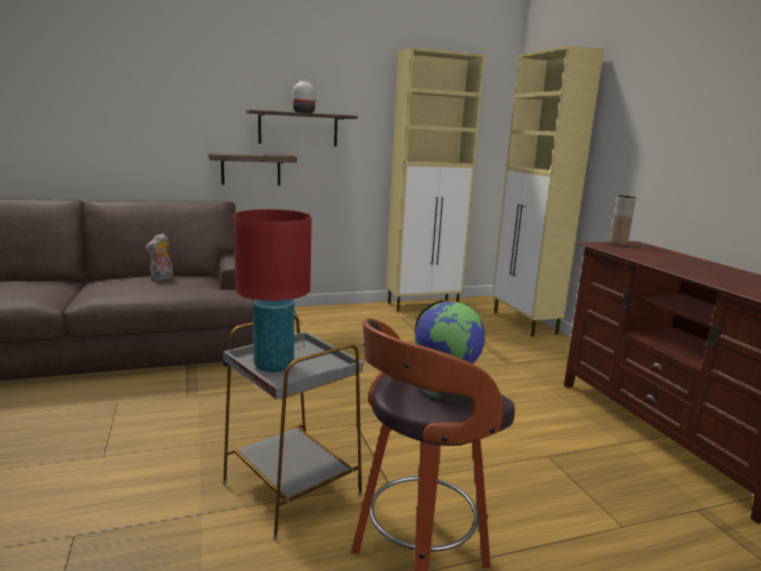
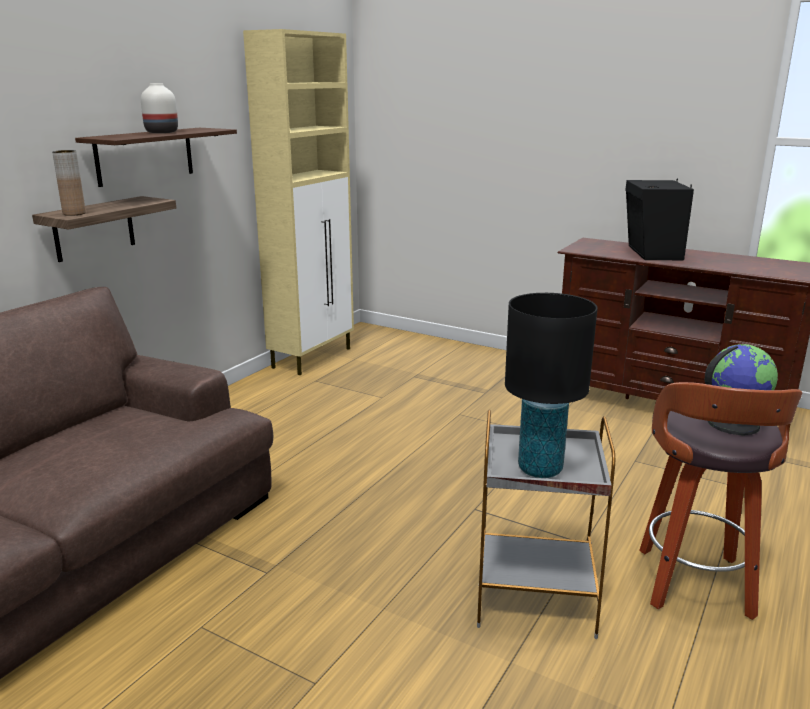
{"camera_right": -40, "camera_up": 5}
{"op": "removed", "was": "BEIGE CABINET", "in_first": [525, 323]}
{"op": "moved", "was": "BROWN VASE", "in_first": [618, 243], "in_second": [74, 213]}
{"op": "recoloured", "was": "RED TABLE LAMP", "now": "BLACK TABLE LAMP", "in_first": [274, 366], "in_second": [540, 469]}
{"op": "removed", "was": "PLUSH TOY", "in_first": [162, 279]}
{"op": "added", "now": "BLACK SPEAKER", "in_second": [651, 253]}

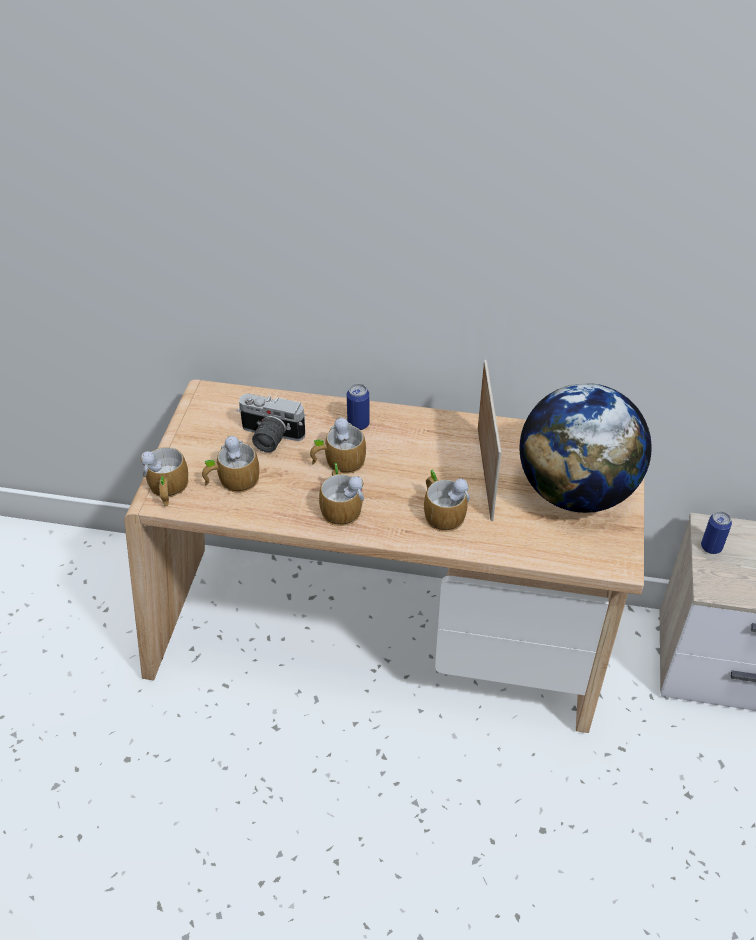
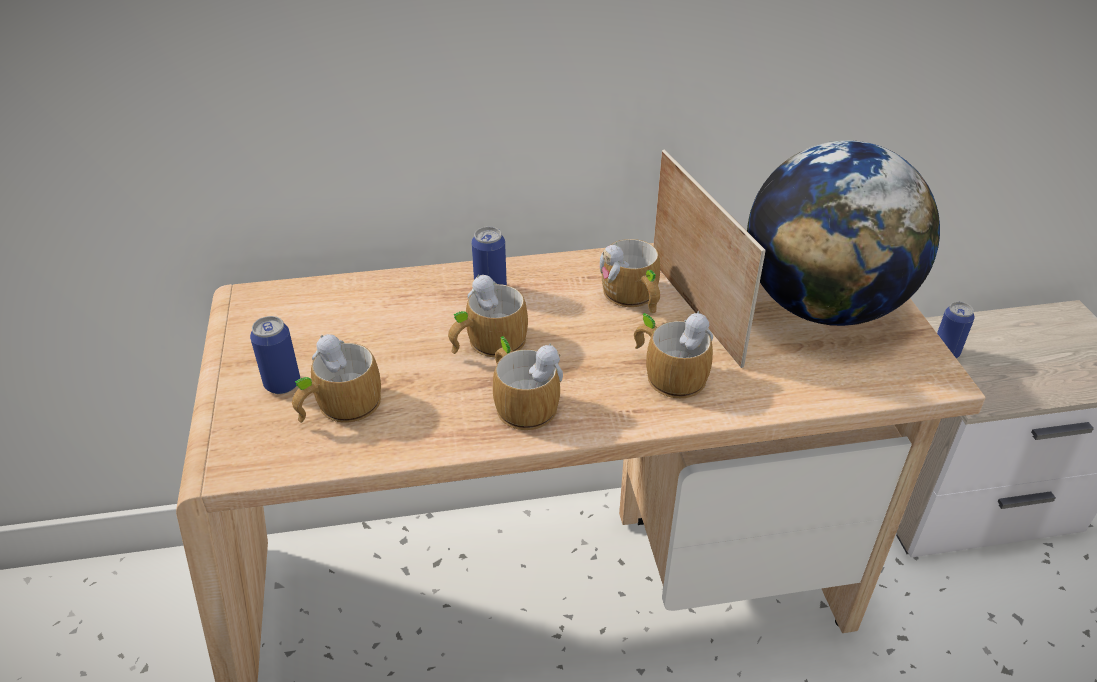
{"camera_right": -20, "camera_up": -5}
{"op": "removed", "was": "PHOTO CAMERA", "in_first": [269, 438]}
{"op": "moved", "was": "MUG", "in_first": [167, 489], "in_second": [633, 298]}
{"op": "added", "now": "CAN", "in_second": [282, 384]}

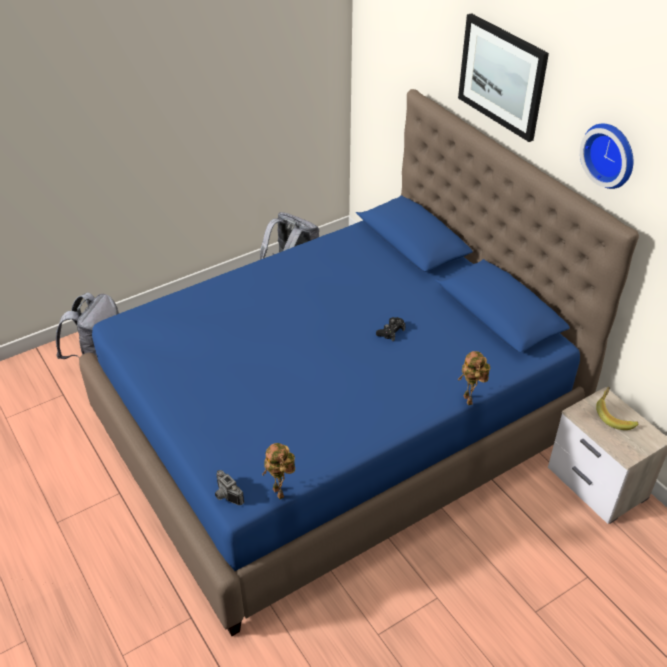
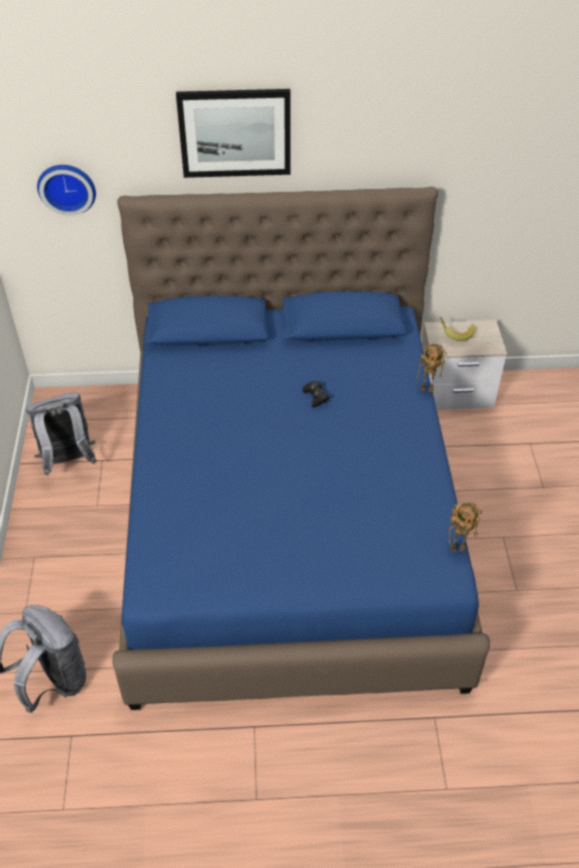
{"camera_right": -60, "camera_up": 5}
{"op": "moved", "was": "WALL CLOCK", "in_first": [611, 154], "in_second": [67, 187]}
{"op": "removed", "was": "PHOTO CAMERA", "in_first": [226, 496]}

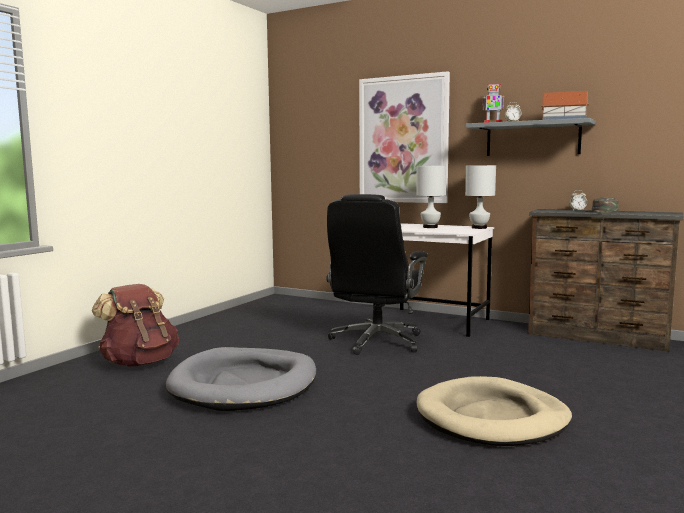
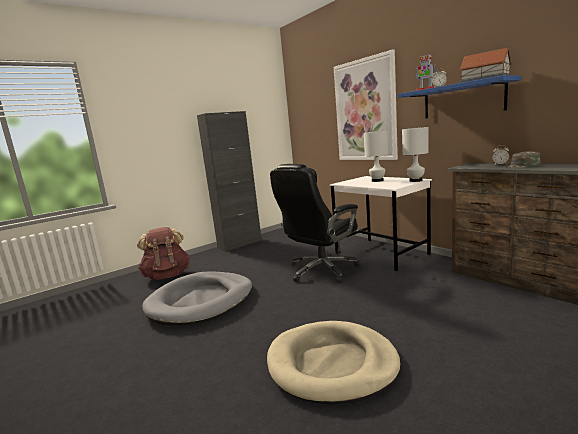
{"camera_right": 25, "camera_up": 5}
{"op": "recoloured", "was": "GREY SHELF", "now": "BLUE SHELF", "in_first": [532, 139], "in_second": [463, 100]}
{"op": "added", "now": "BLACK CABINET", "in_second": [240, 244]}

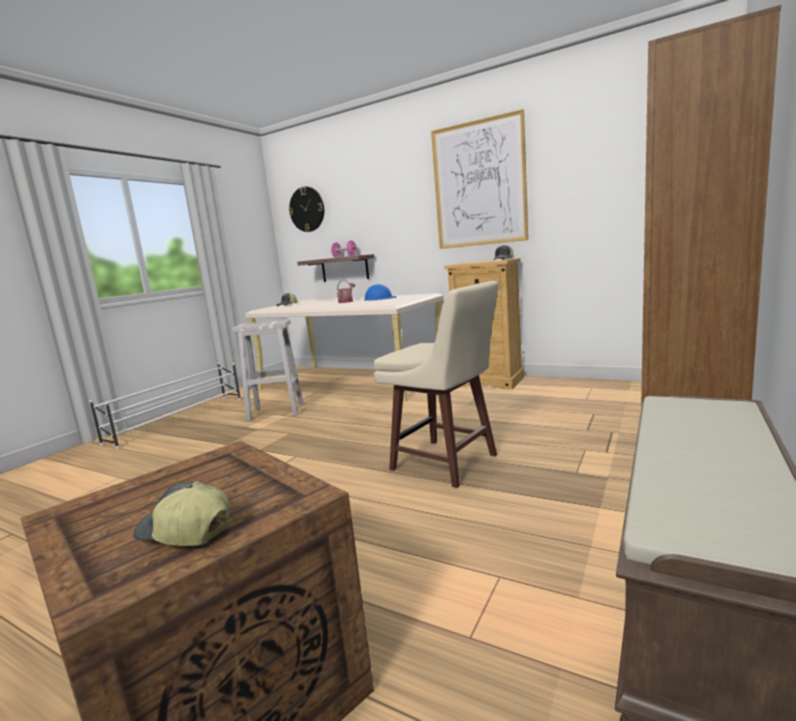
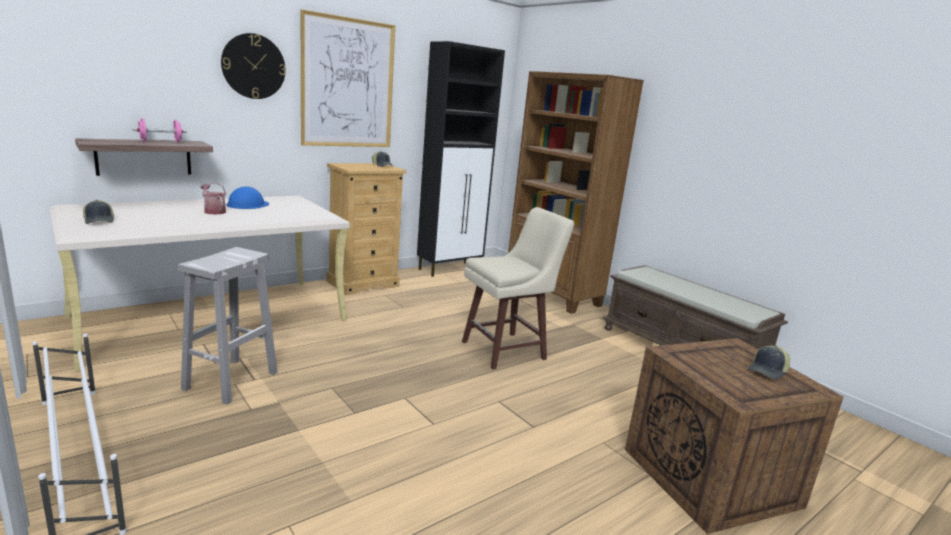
{"camera_right": -70, "camera_up": 5}
{"op": "moved", "was": "WALL CLOCK", "in_first": [307, 209], "in_second": [253, 66]}
{"op": "added", "now": "BLACK CABINET", "in_second": [450, 269]}

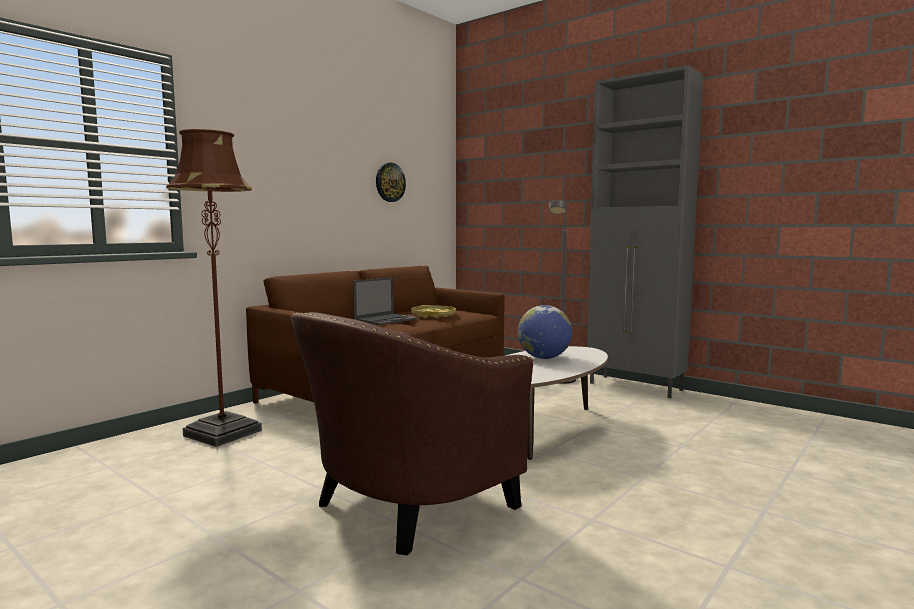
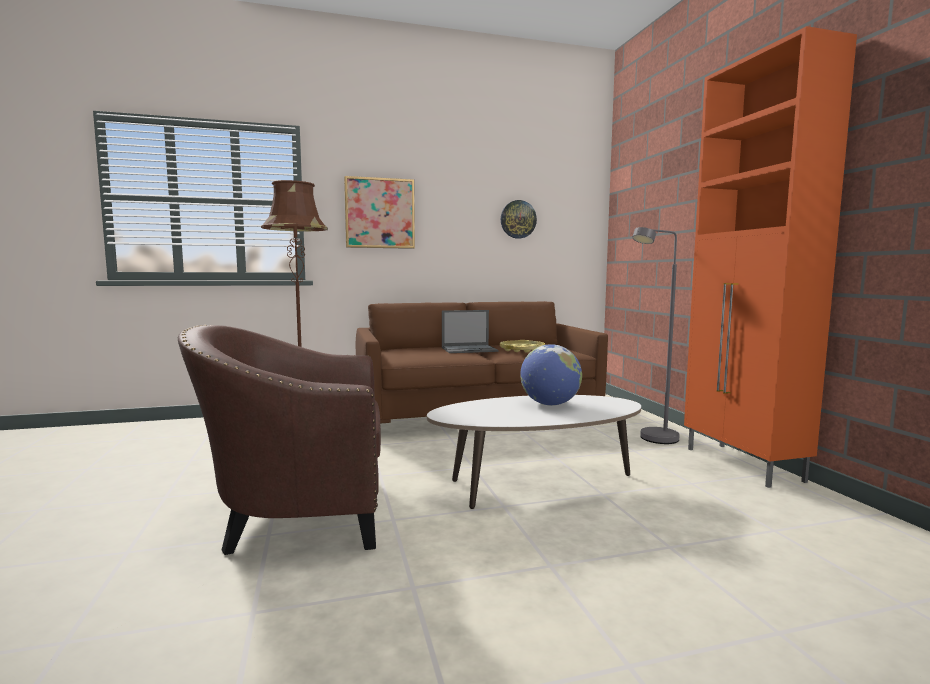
{"camera_right": 35, "camera_up": 0}
{"op": "recoloured", "was": "GREY CABINET", "now": "ORANGE CABINET", "in_first": [636, 387], "in_second": [743, 465]}
{"op": "added", "now": "PICTURE", "in_second": [379, 213]}

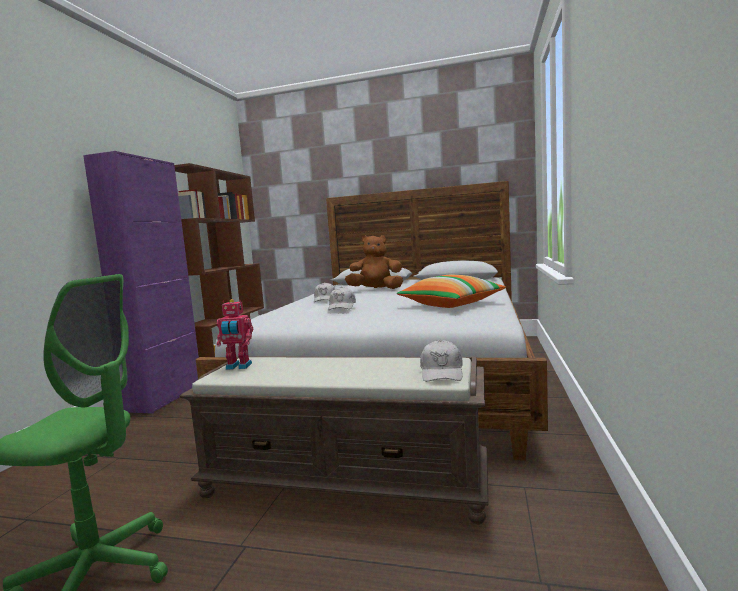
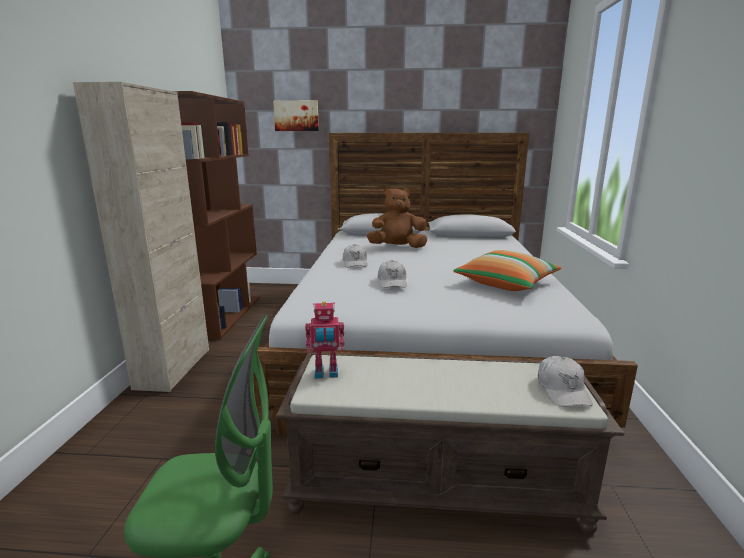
{"camera_right": -10, "camera_up": 10}
{"op": "recoloured", "was": "PURPLE CABINET", "now": "BEIGE CABINET", "in_first": [165, 397], "in_second": [173, 368]}
{"op": "added", "now": "PICTURE", "in_second": [296, 116]}

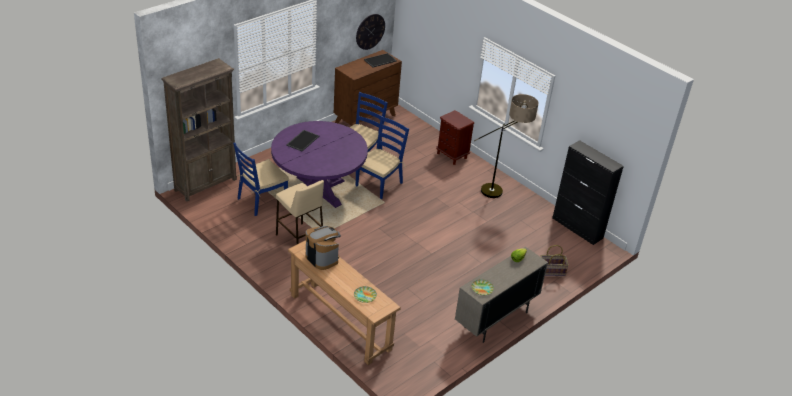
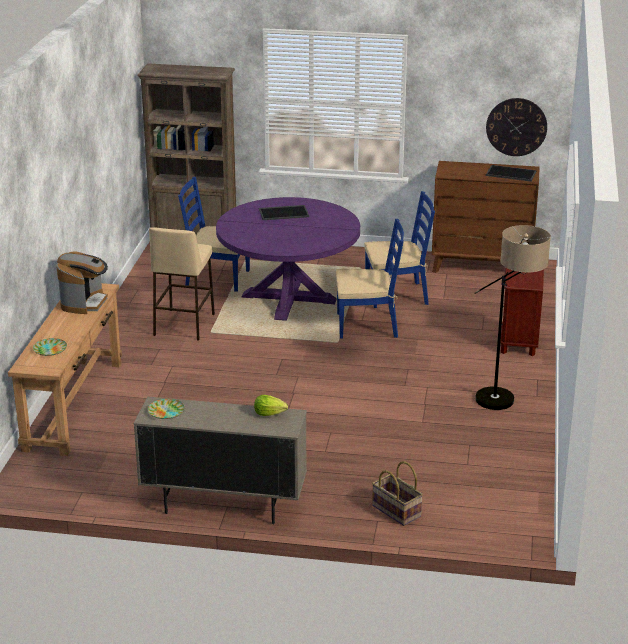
{"camera_right": 55, "camera_up": -10}
{"op": "removed", "was": "BLACK CABINET", "in_first": [577, 228]}

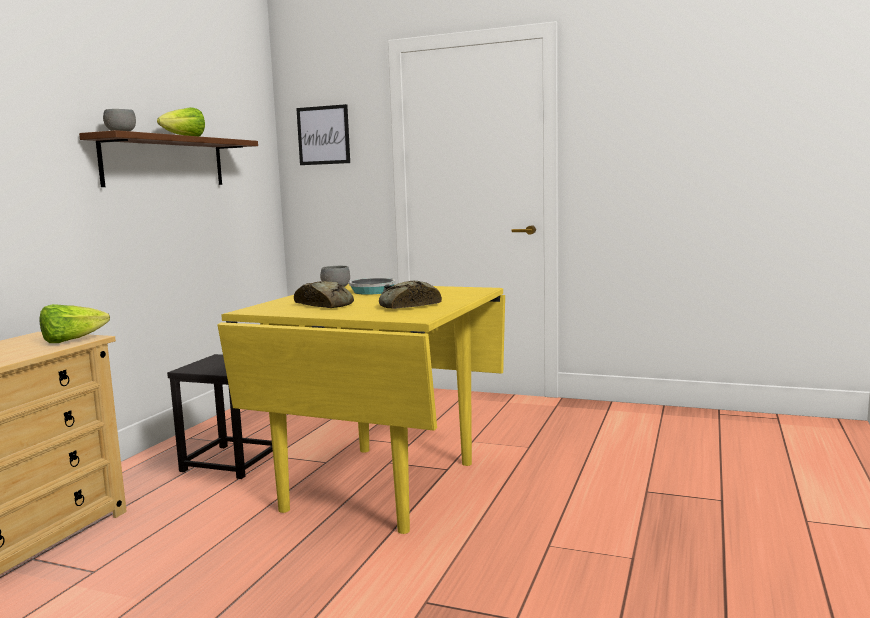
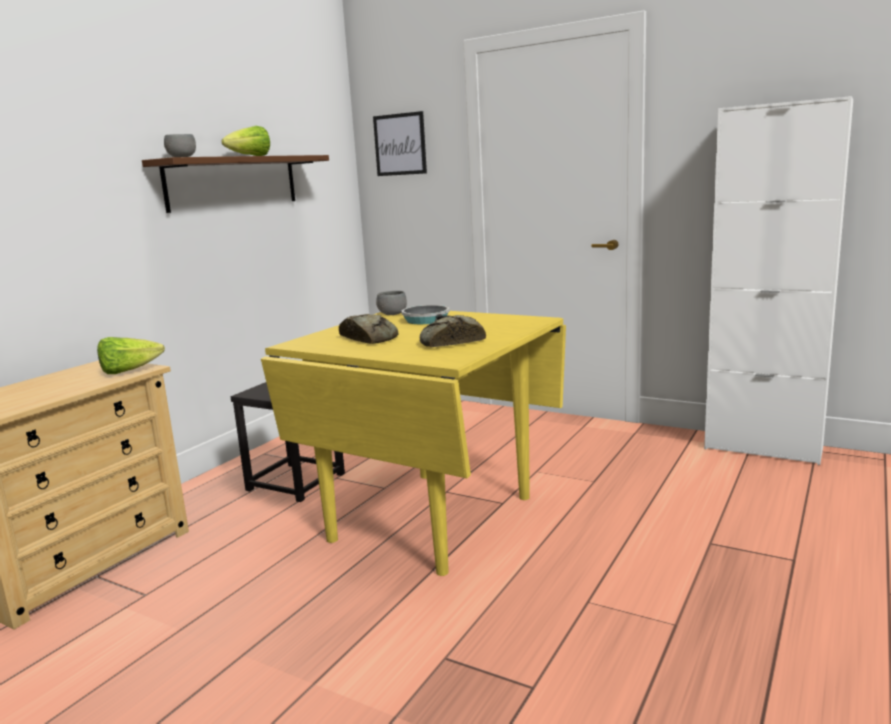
{"camera_right": 10, "camera_up": 5}
{"op": "added", "now": "WHITE CABINET", "in_second": [763, 448]}

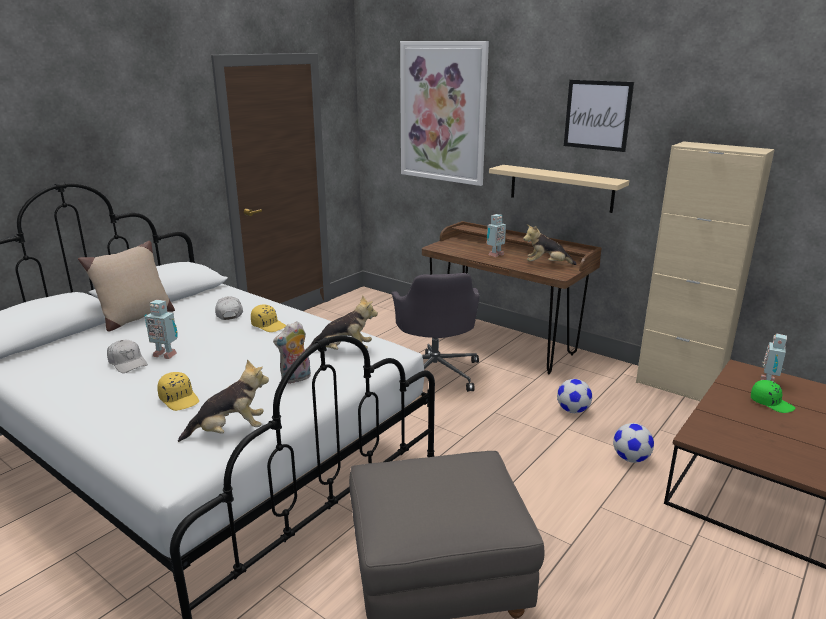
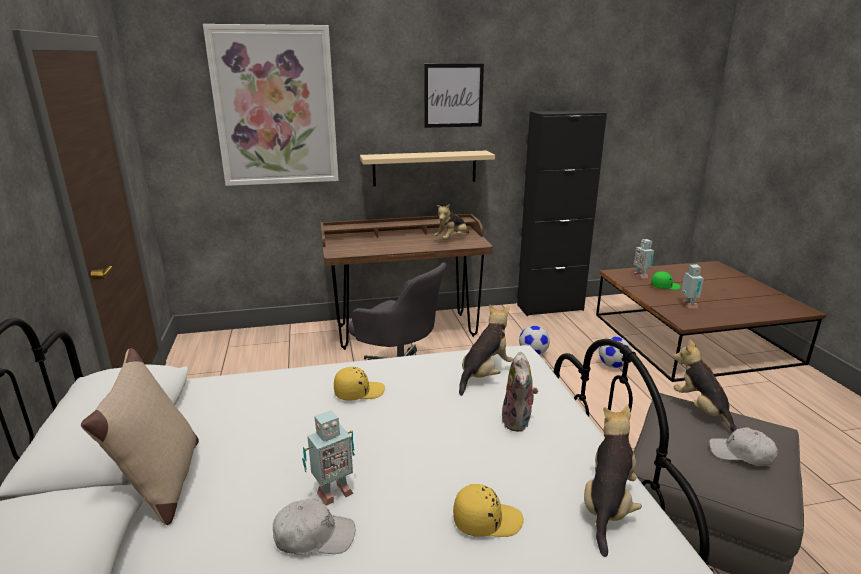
{"camera_right": -50, "camera_up": 0}
{"op": "recoloured", "was": "BEIGE CABINET", "now": "BLACK CABINET", "in_first": [678, 387], "in_second": [550, 307]}
{"op": "moved", "was": "TOY ROBOT", "in_first": [494, 255], "in_second": [688, 306]}
{"op": "moved", "was": "WHITE CAP", "in_first": [229, 314], "in_second": [741, 454]}
{"op": "added", "now": "PLUSH TOY", "in_second": [702, 410]}

